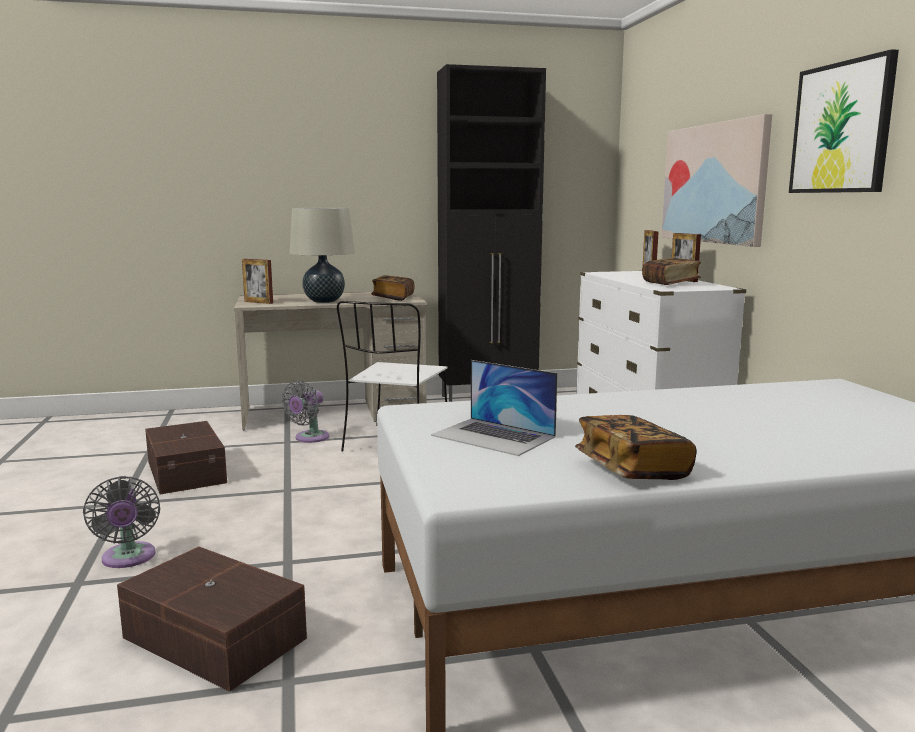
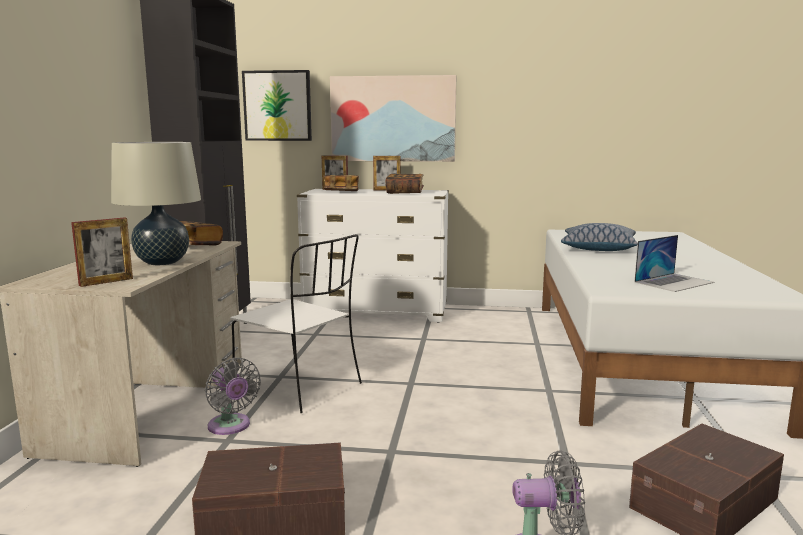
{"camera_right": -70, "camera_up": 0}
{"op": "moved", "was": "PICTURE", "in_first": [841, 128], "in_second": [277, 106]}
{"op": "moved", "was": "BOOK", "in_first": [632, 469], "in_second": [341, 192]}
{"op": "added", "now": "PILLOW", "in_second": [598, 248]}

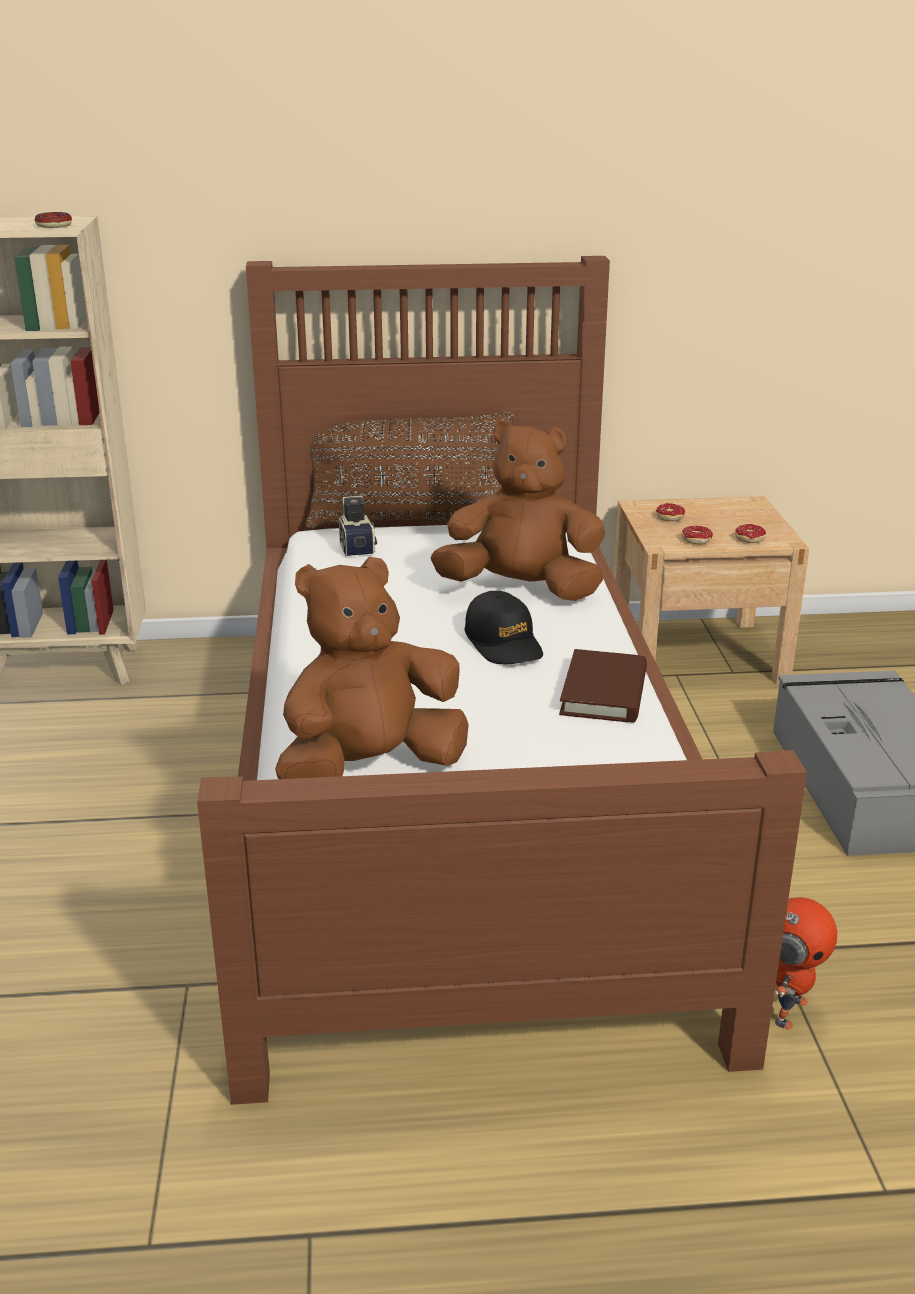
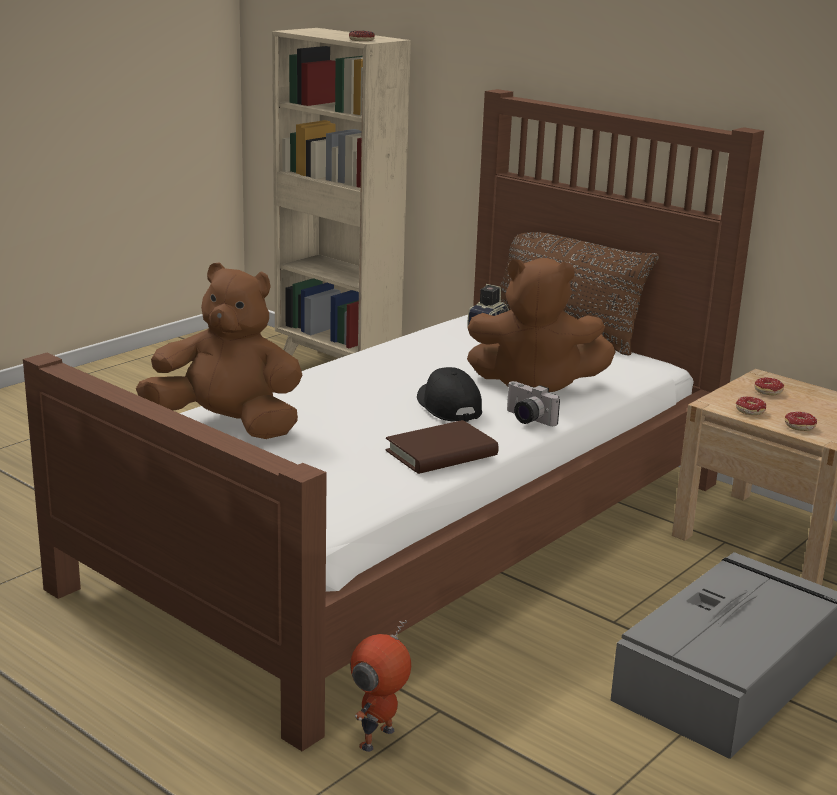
{"camera_right": 45, "camera_up": -5}
{"op": "turned", "was": "BROWN PLUSH TOY", "in_first": [521, 589], "in_second": [534, 386], "clockwise": 135}
{"op": "turned", "was": "BLACK CAP", "in_first": [504, 643], "in_second": [448, 406], "clockwise": 135}
{"op": "turned", "was": "TOY ROBOT", "in_first": [788, 1010], "in_second": [379, 739], "clockwise": 135}
{"op": "added", "now": "PHOTO CAMERA", "in_second": [526, 419]}

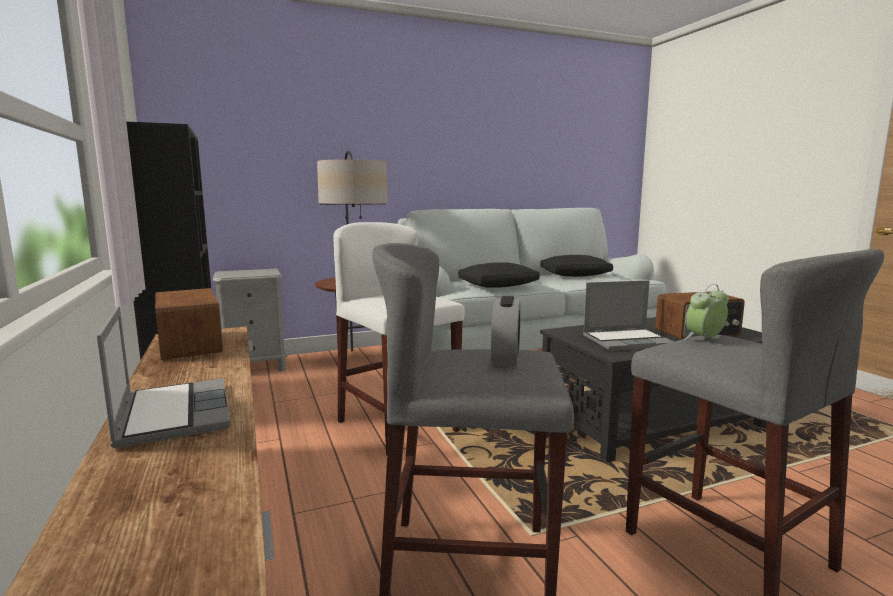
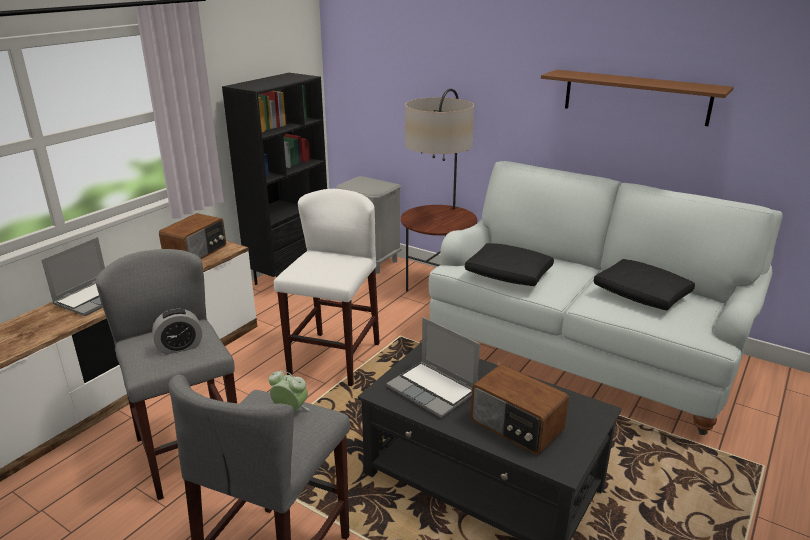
{"camera_right": 55, "camera_up": 15}
{"op": "added", "now": "BROWN SHELF", "in_second": [636, 97]}

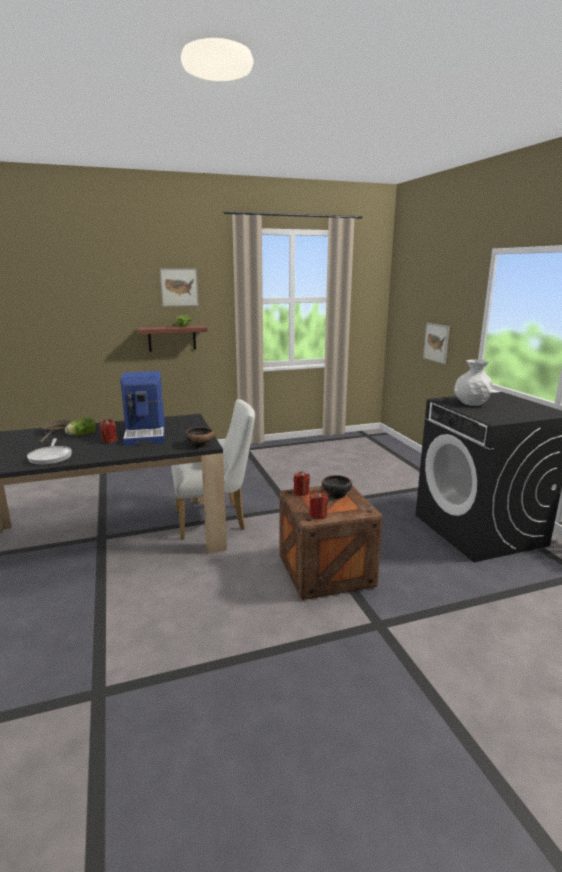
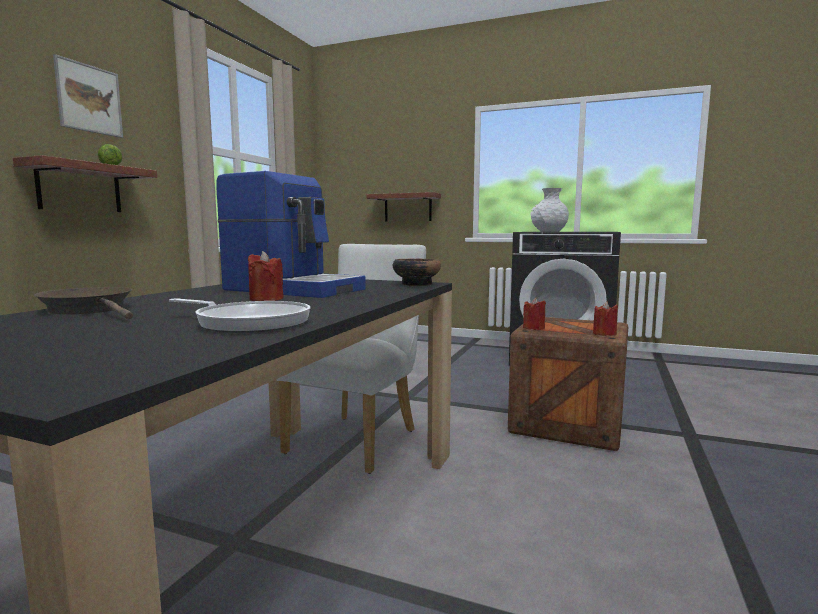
{"camera_right": -50, "camera_up": -10}
{"op": "replaced", "was": "PICTURE", "now": "SHELF", "in_first": [436, 342], "in_second": [408, 208]}
{"op": "removed", "was": "LETTUCE", "in_first": [81, 434]}
{"op": "removed", "was": "BOWL", "in_first": [336, 494]}

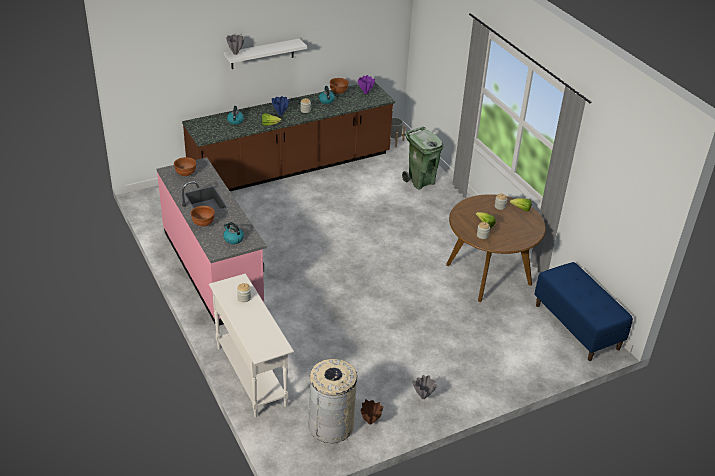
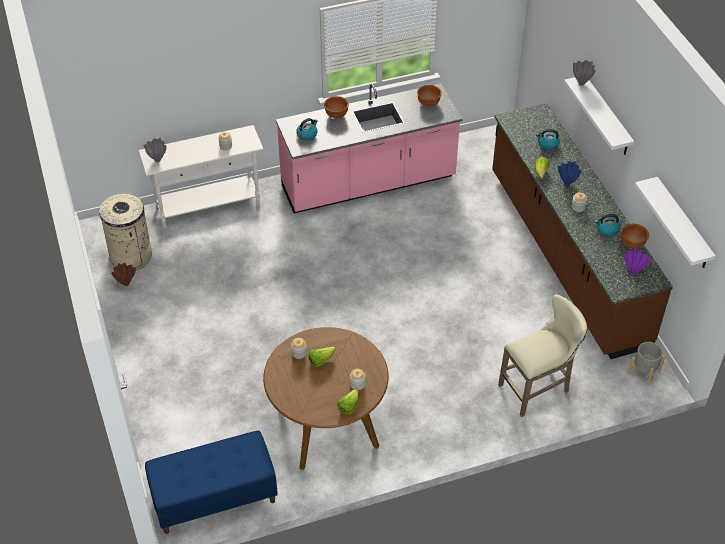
{"camera_right": 100, "camera_up": 10}
{"op": "replaced", "was": "GREEN TRASH CAN", "now": "BEIGE STOOL", "in_first": [420, 181], "in_second": [538, 388]}
{"op": "moved", "was": "GREY VASE", "in_first": [423, 397], "in_second": [157, 161]}
{"op": "added", "now": "WHITE SHELF", "in_second": [683, 224]}

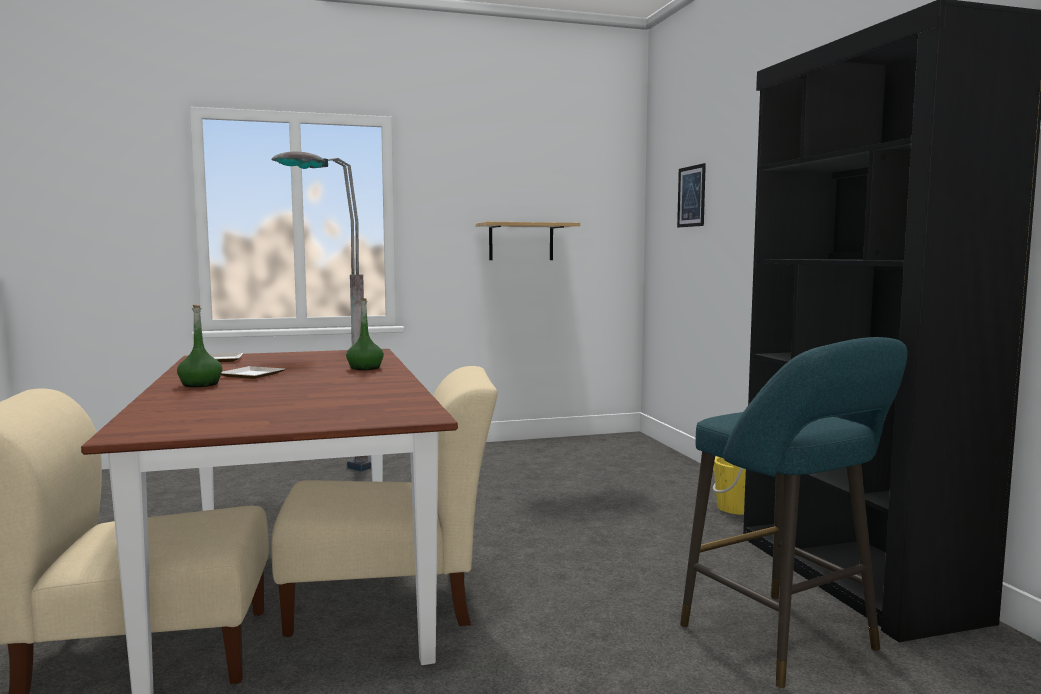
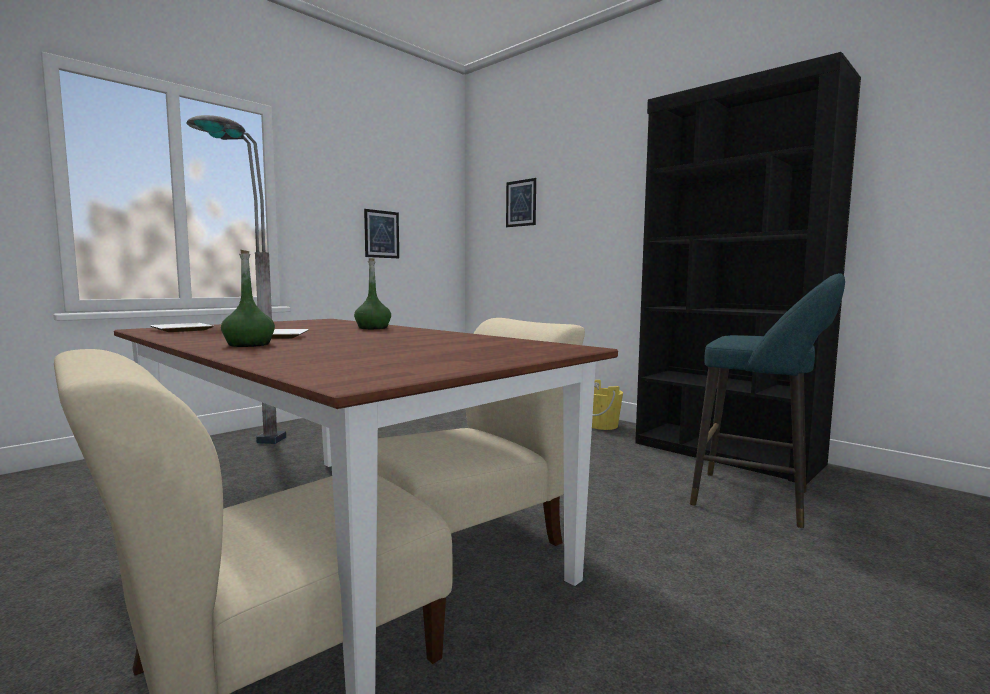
{"camera_right": -30, "camera_up": 0}
{"op": "replaced", "was": "SHELF", "now": "PICTURE", "in_first": [521, 242], "in_second": [381, 234]}

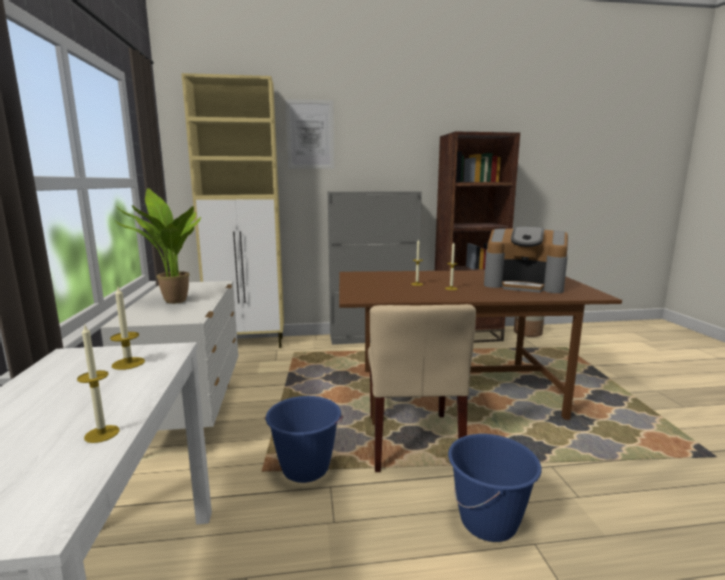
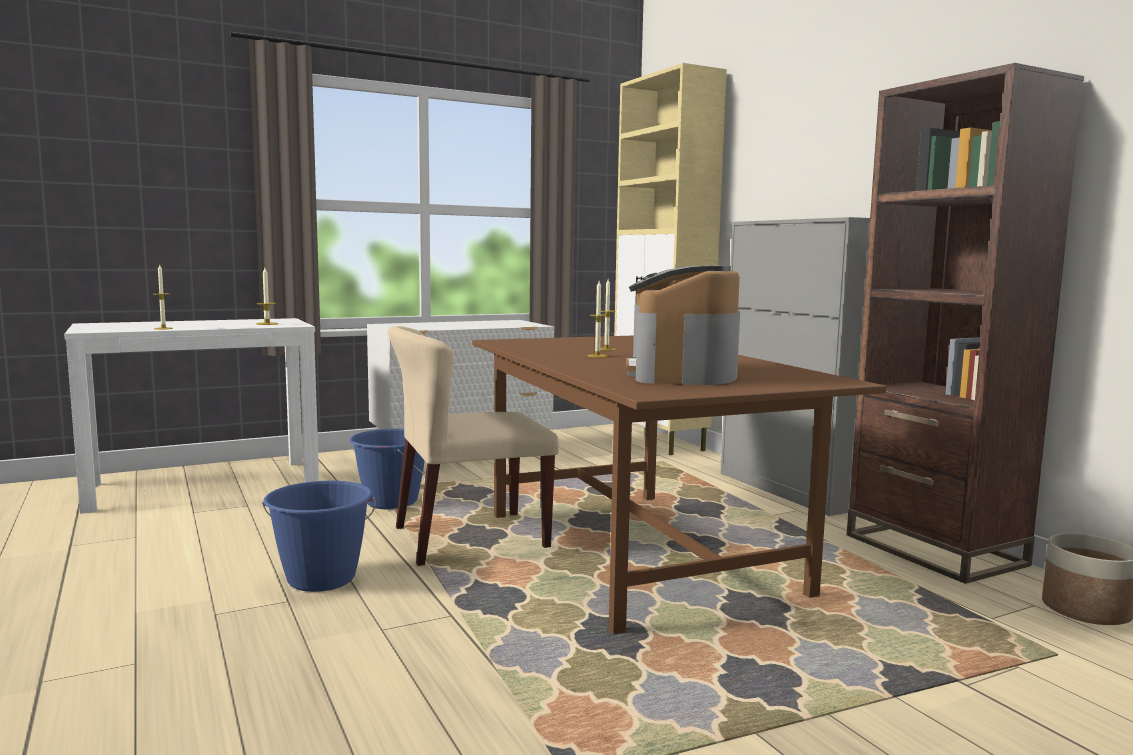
{"camera_right": 70, "camera_up": -5}
{"op": "removed", "was": "PICTURE", "in_first": [310, 134]}
{"op": "removed", "was": "POTTED PLANT", "in_first": [171, 302]}

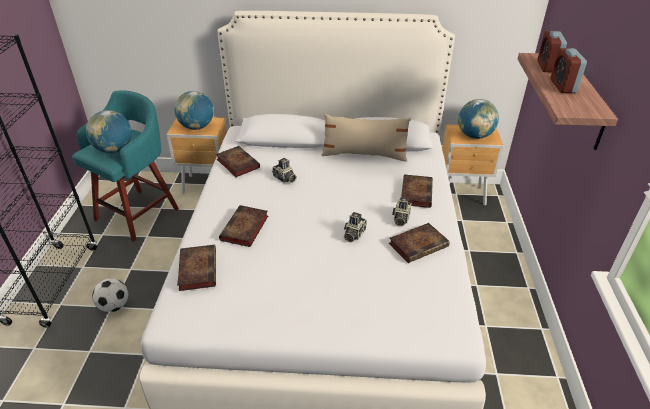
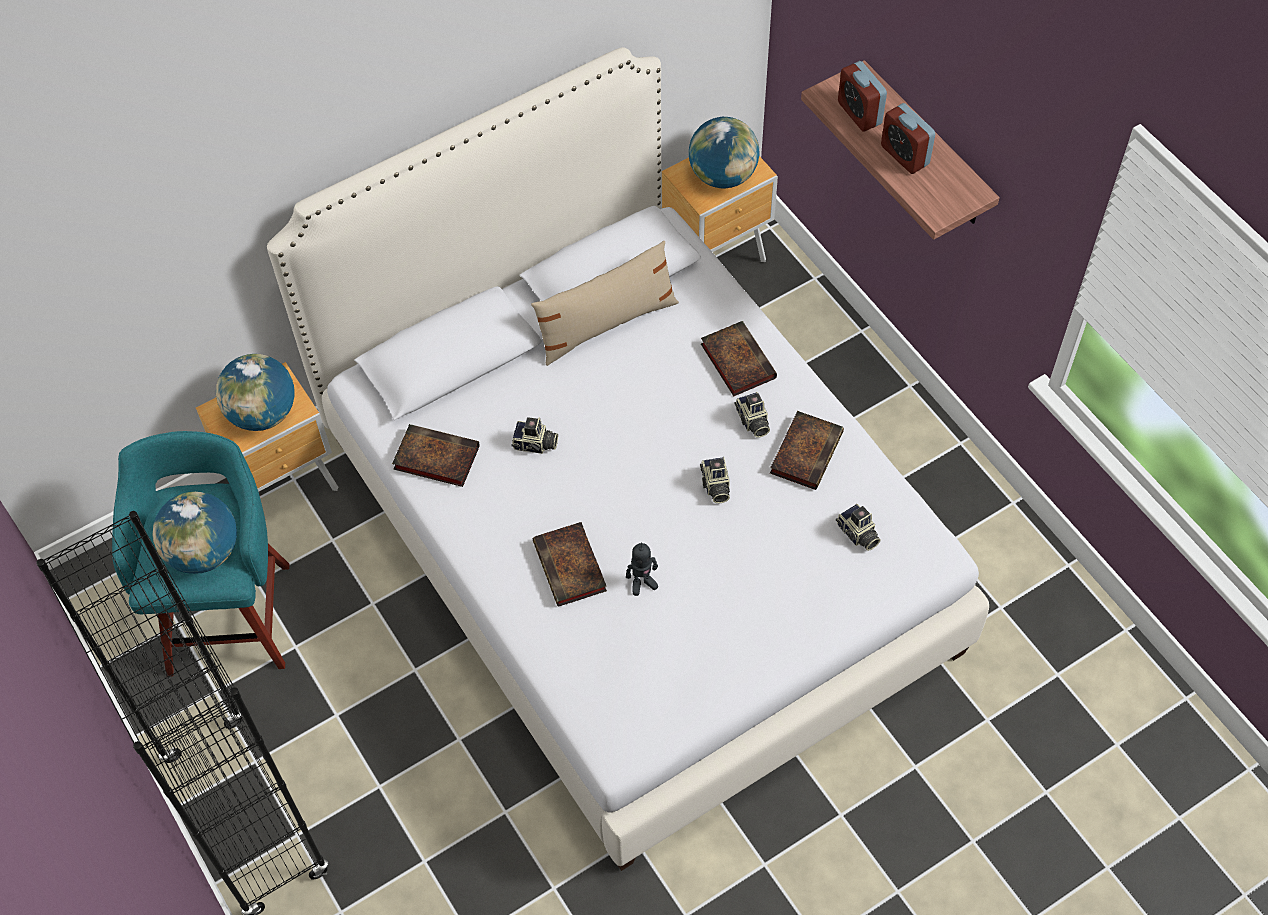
{"camera_right": -35, "camera_up": 20}
{"op": "removed", "was": "BOOK", "in_first": [197, 269]}
{"op": "removed", "was": "FOOTBALL", "in_first": [114, 306]}
{"op": "added", "now": "PHOTO CAMERA", "in_second": [857, 534]}
{"op": "added", "now": "TOY ROBOT", "in_second": [642, 583]}

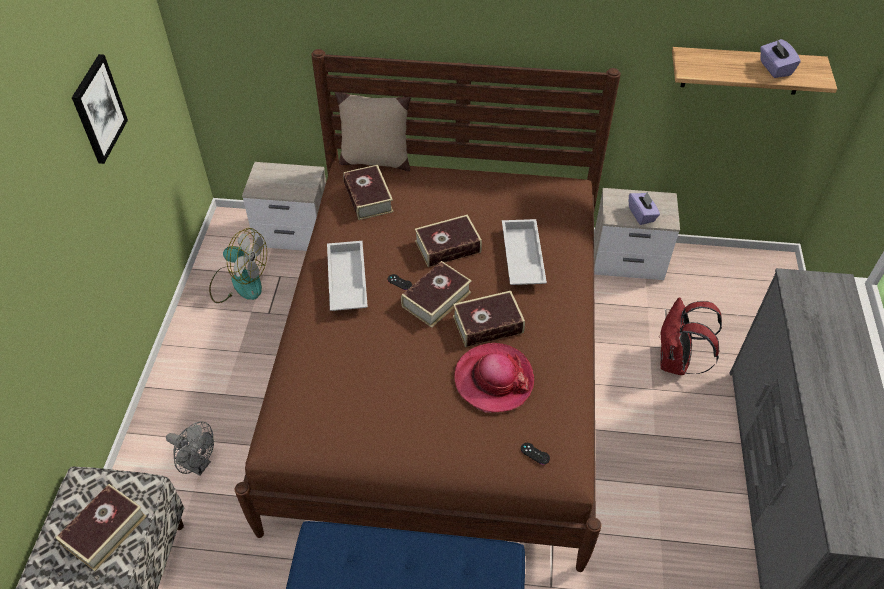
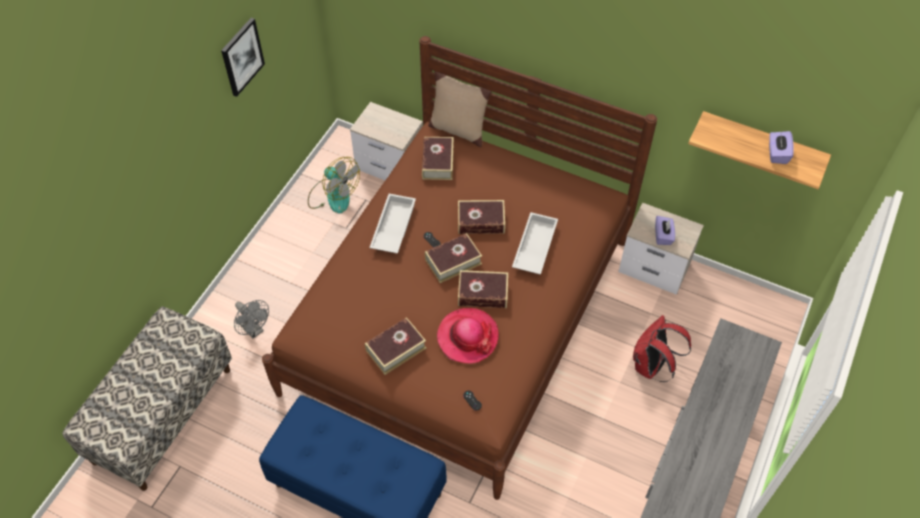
{"camera_right": 20, "camera_up": 5}
{"op": "moved", "was": "BOOK", "in_first": [105, 531], "in_second": [396, 349]}

